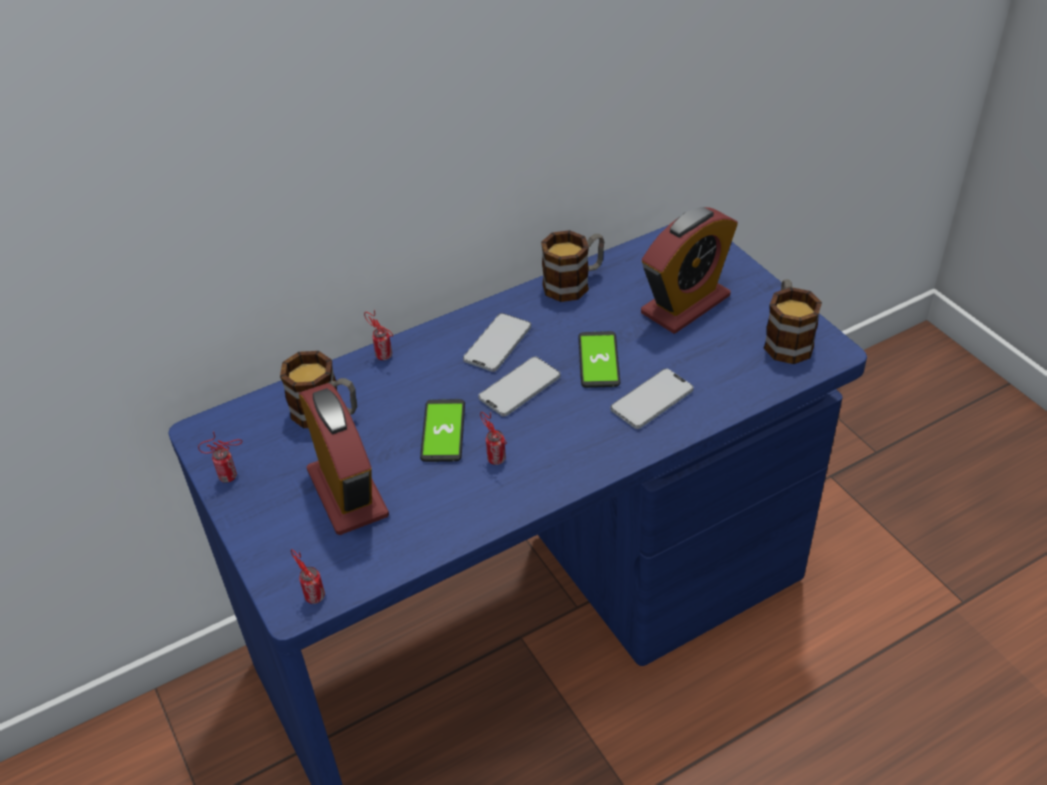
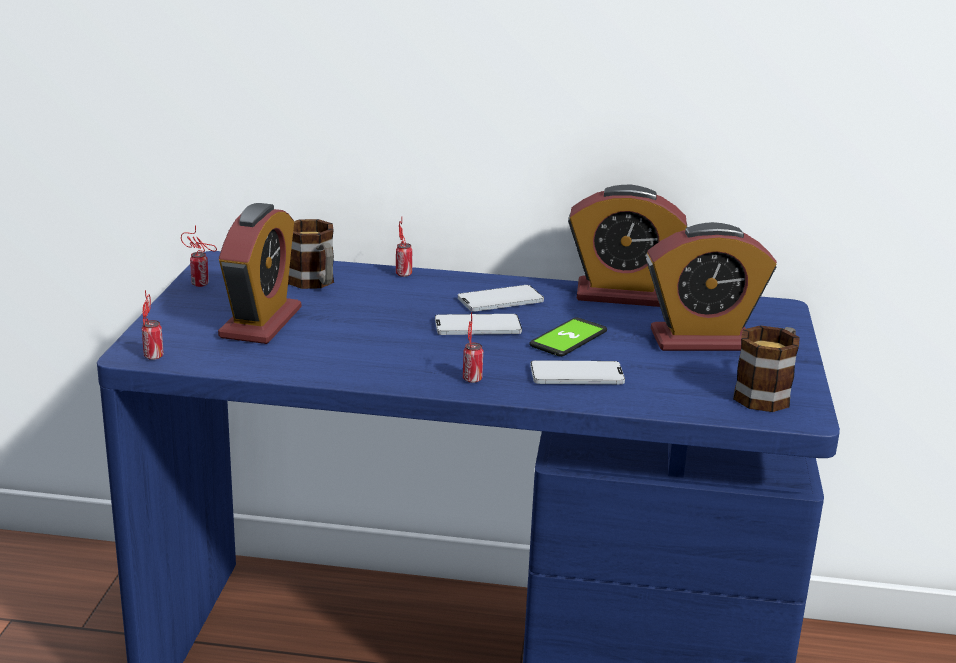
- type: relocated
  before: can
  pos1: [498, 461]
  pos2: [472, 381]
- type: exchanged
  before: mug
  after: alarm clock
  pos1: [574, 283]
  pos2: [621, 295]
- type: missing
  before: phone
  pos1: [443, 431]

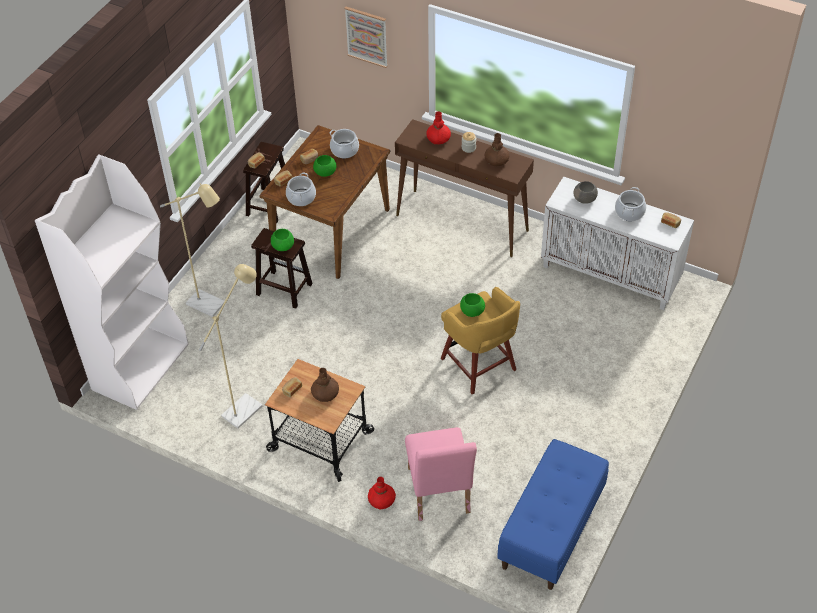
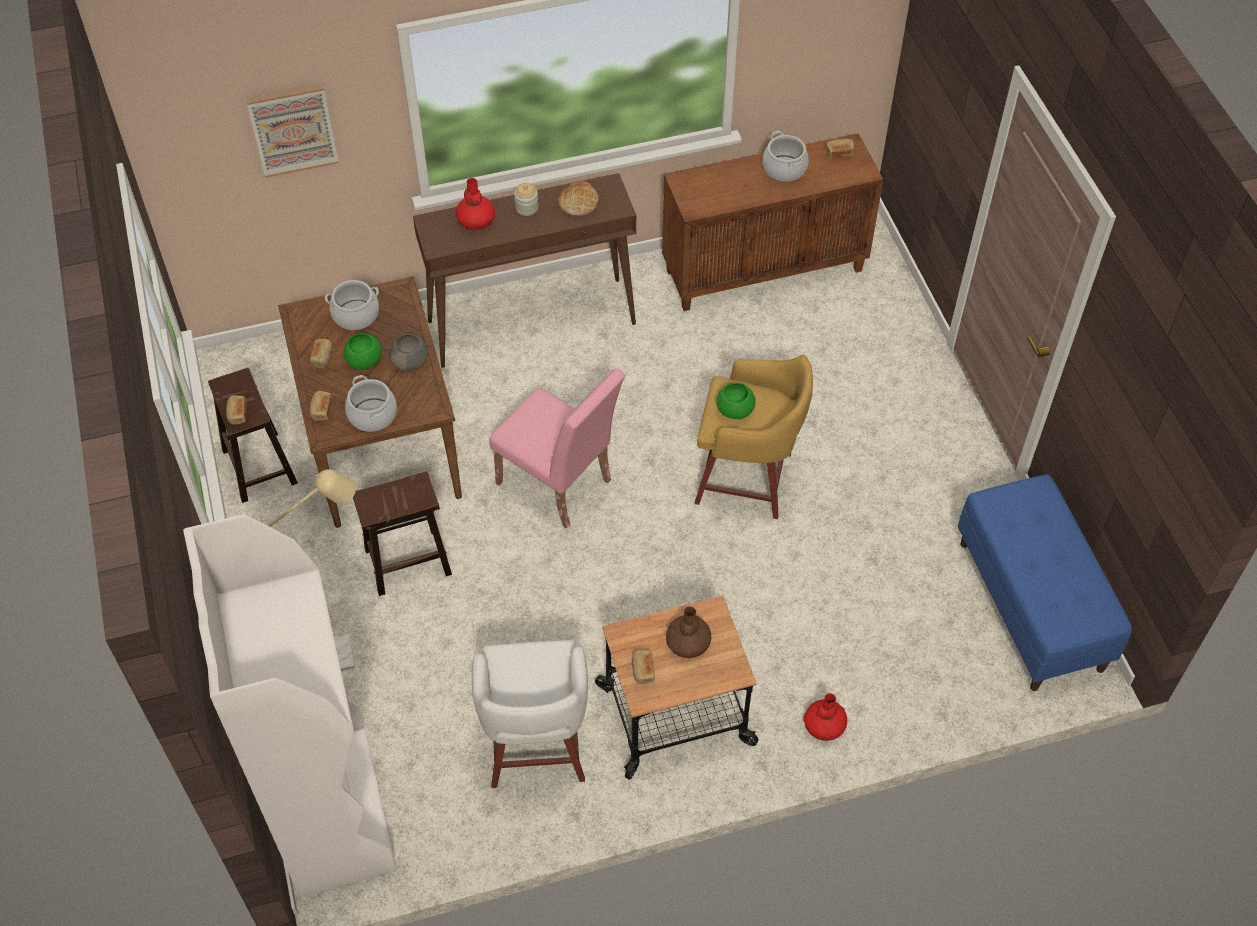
- type: relocated
  before: bowl (grey)
  pos1: [585, 199]
  pos2: [410, 361]
- type: exchanged
  before: floor lamp (beige)
  after: stool (white)
  pos1: [247, 406]
  pos2: [535, 746]
- type: relocated
  before: chair (pink)
  pos1: [439, 495]
  pos2: [560, 487]
- type: exchanged
  before: vase (brown)
  after: bread
  pos1: [496, 160]
  pos2: [578, 202]
- type: colour
  before: cabinet (white)
  after: cabinet (brown)
  pos1: [611, 275]
  pos2: [765, 269]
- type: missing
  before: bowl (green)
  pos1: [283, 246]

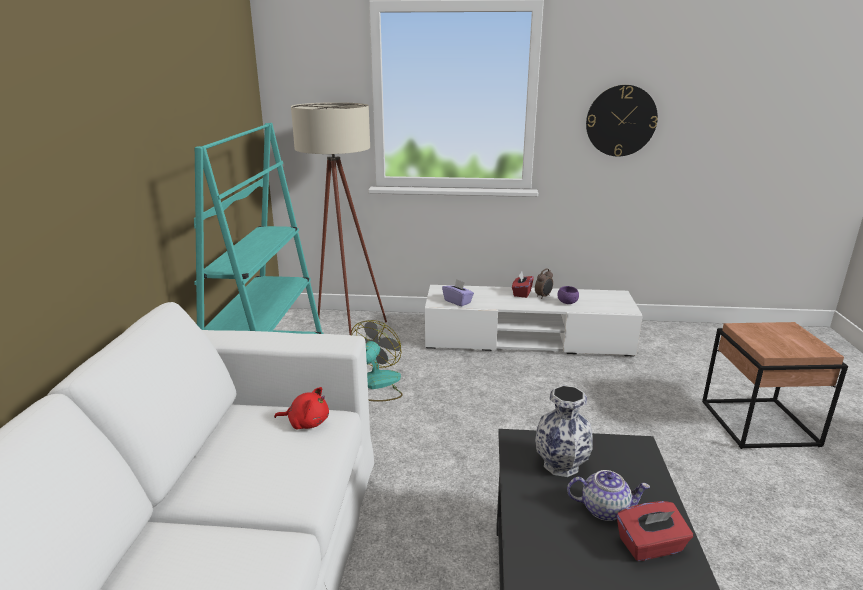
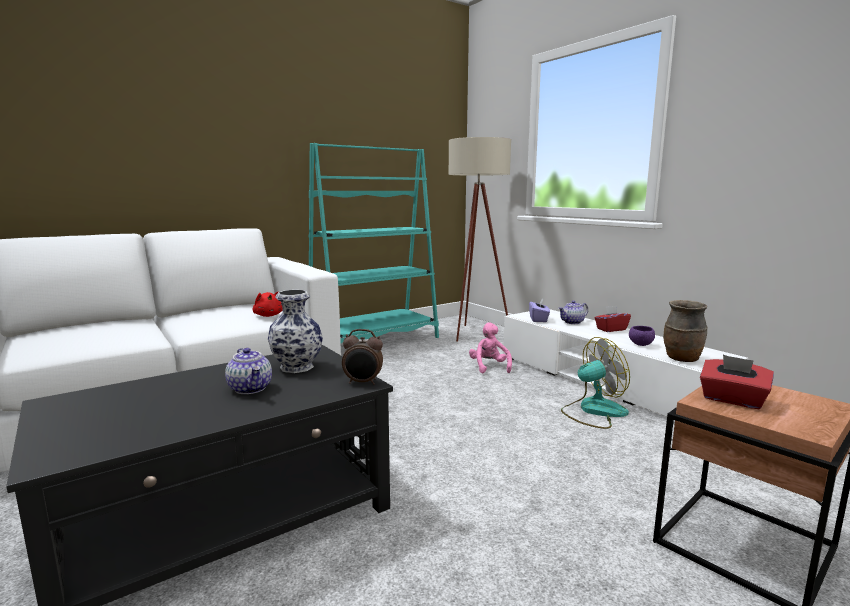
- type: relocated
  before: alarm clock
  pos1: [543, 296]
  pos2: [363, 382]
- type: appeared
  after: plush toy (pink)
  pos2: [489, 367]
- type: appeared
  after: teapot
  pos2: [572, 322]
- type: relocated
  before: fan
  pos1: [376, 385]
  pos2: [593, 411]
- type: appeared
  after: vase (brown)
  pos2: [682, 359]
- type: relocated
  before: tissue box (red)
  pos1: [650, 546]
  pos2: [732, 400]
- type: missing
  before: wall clock
  pos1: [621, 121]

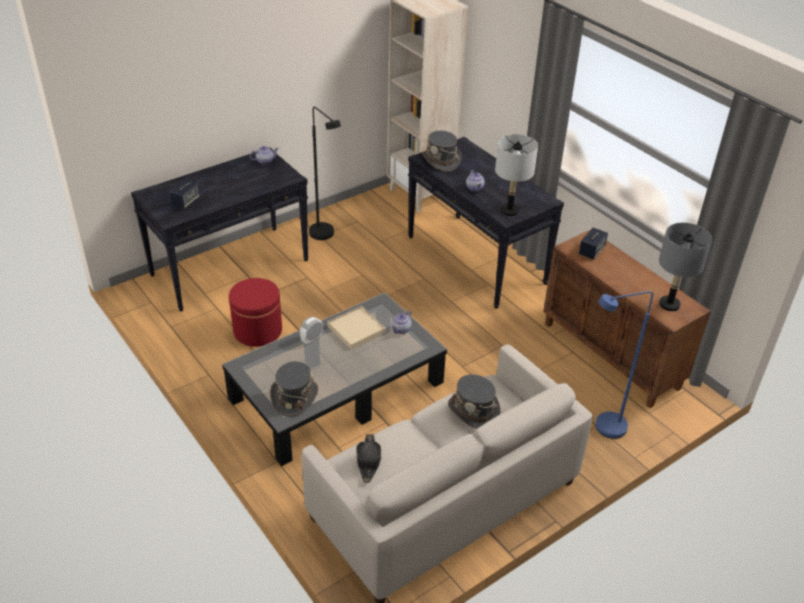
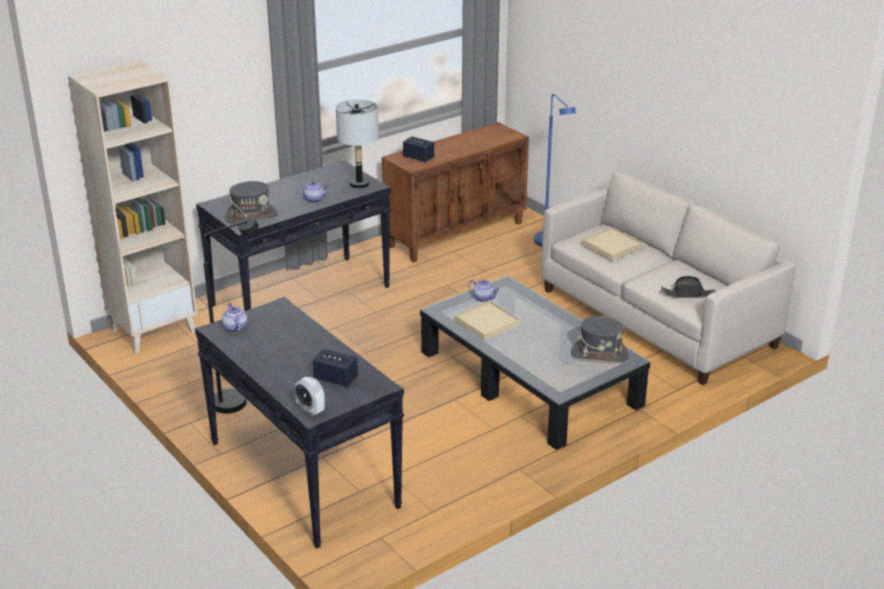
- type: relocated
  before: alarm clock
  pos1: [312, 339]
  pos2: [310, 410]
- type: exchanged
  before: hat (grey)
  after: tray (beige)
  pos1: [473, 411]
  pos2: [612, 246]
- type: missing
  before: ottoman (red)
  pos1: [257, 331]
- type: missing
  before: table lamp (grey)
  pos1: [669, 305]

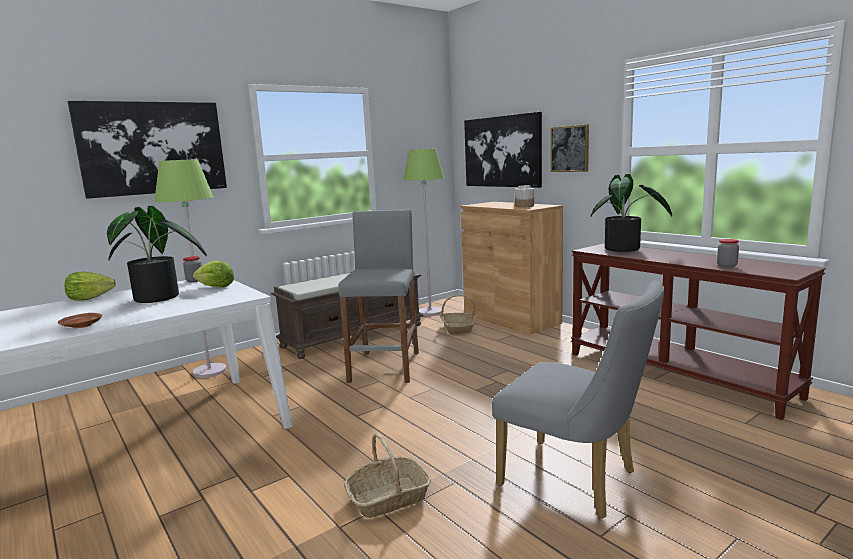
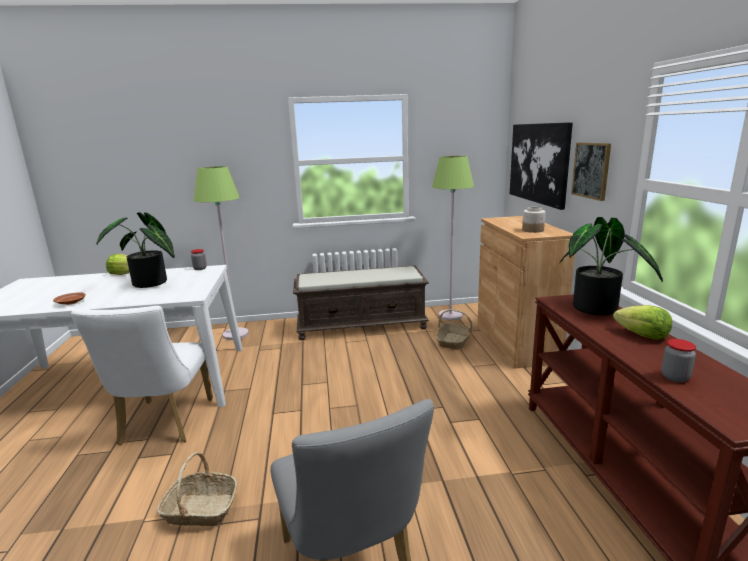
- type: appeared
  after: chair (white)
  pos2: [163, 425]
- type: relocated
  before: lettuce
  pos1: [215, 287]
  pos2: [642, 335]
- type: missing
  before: picture
  pos1: [153, 148]
- type: missing
  before: stool (grey)
  pos1: [385, 366]

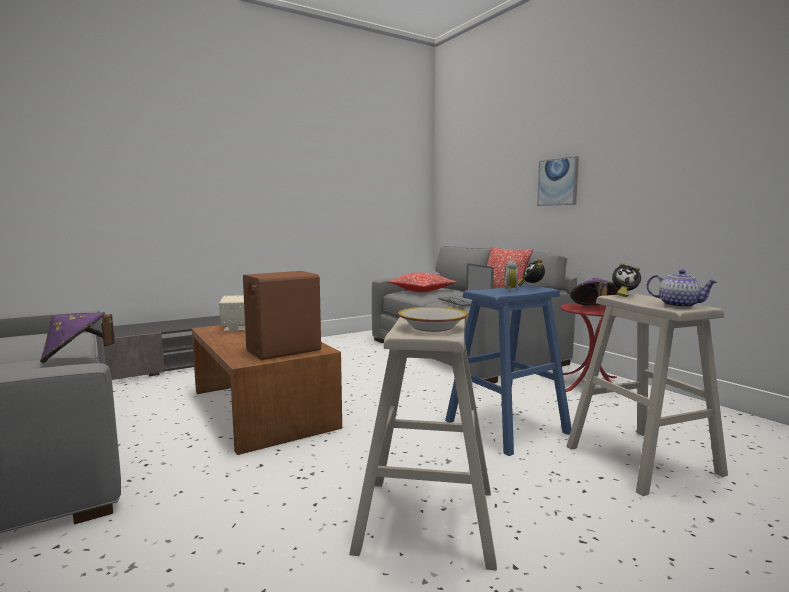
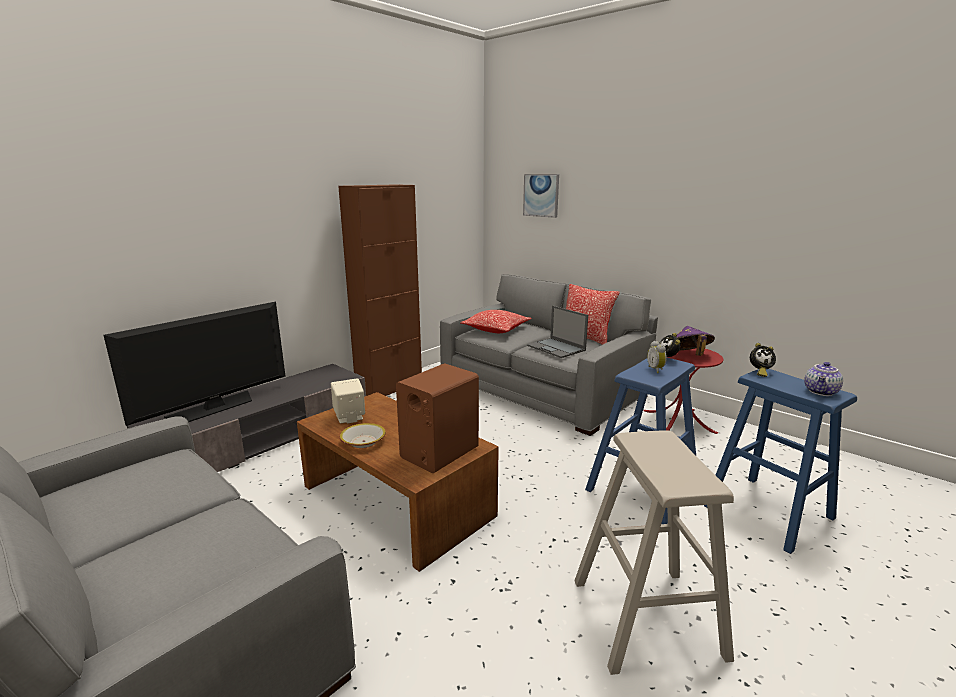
- type: appeared
  after: television
  pos2: [214, 407]
- type: appeared
  after: cabinet (brown)
  pos2: [389, 388]
- type: relocated
  before: bowl
  pos1: [432, 327]
  pos2: [363, 442]
- type: relocated
  before: picture
  pos1: [558, 182]
  pos2: [541, 195]
- type: colour
  before: stool (beige)
  after: stool (blue)
  pos1: [642, 460]
  pos2: [769, 512]
- type: spun
  before: teapot
  pos1: [679, 305]
  pos2: [821, 392]
  turn: 105
- type: missing
  before: hat (purple)
  pos1: [77, 358]

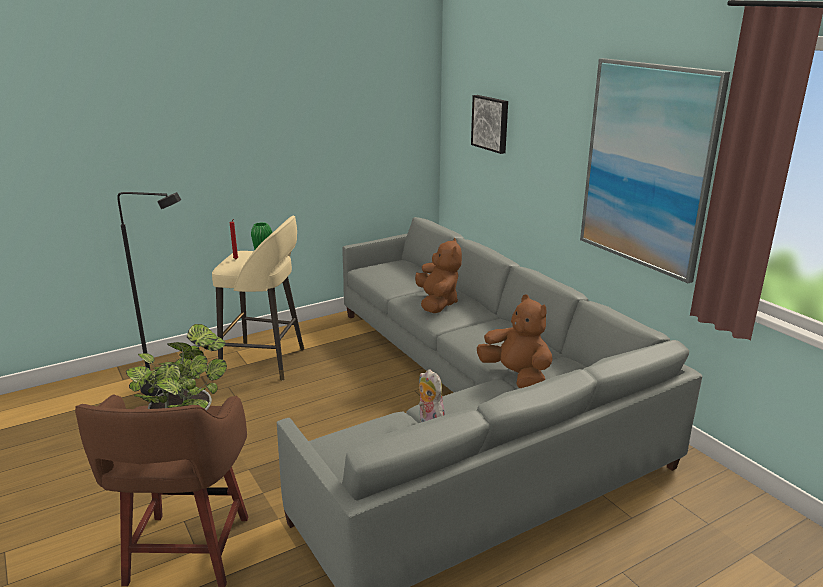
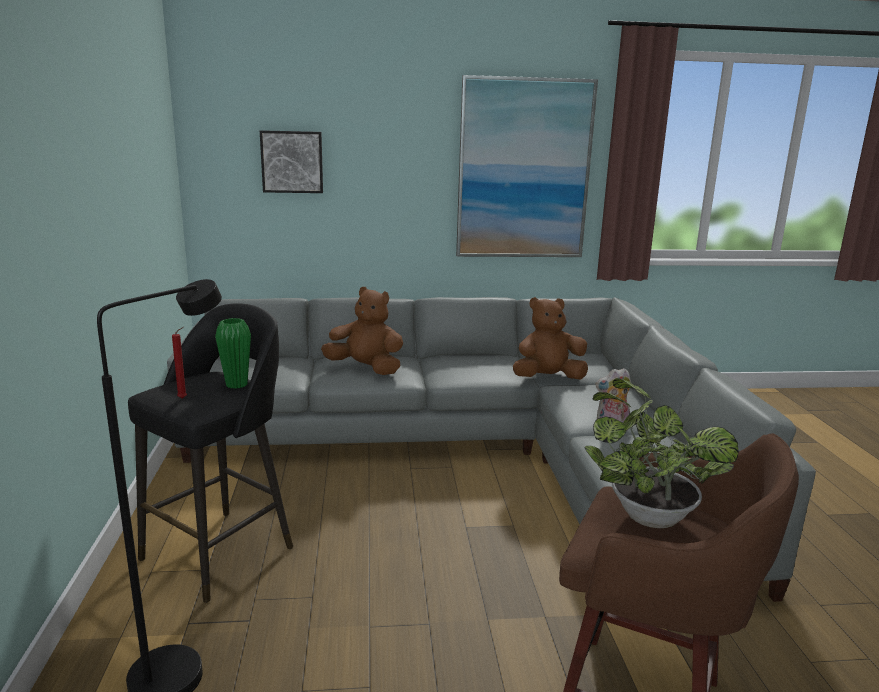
- type: colour
  before: stool (beige)
  after: stool (black)
  pos1: [265, 361]
  pos2: [221, 551]

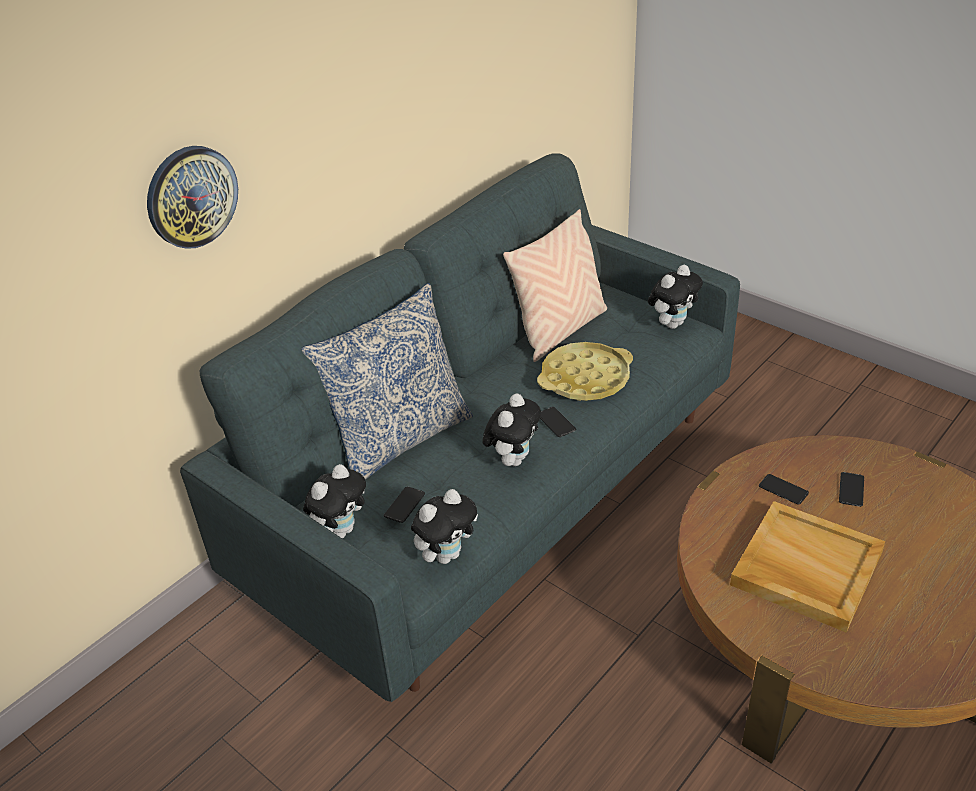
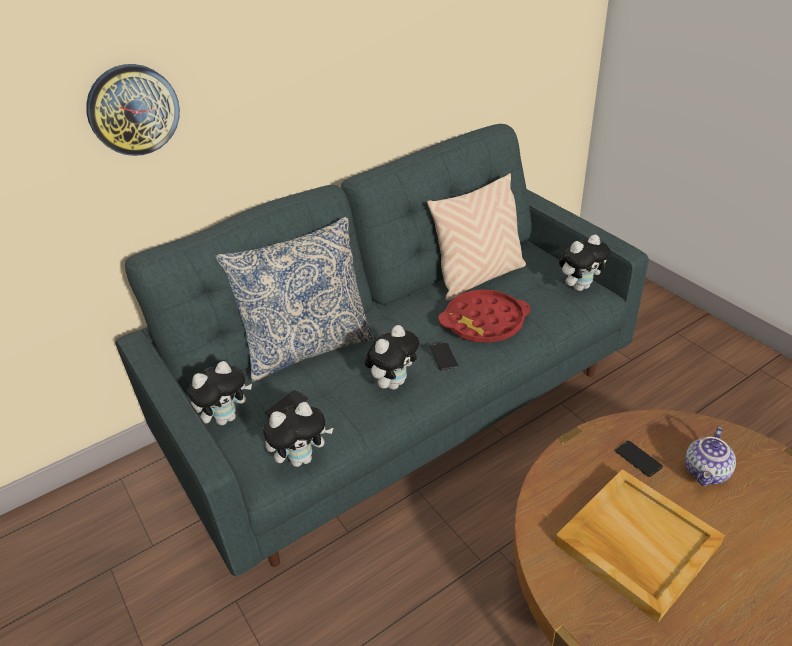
- type: colour
  before: tray (yellow)
  after: tray (red)
  pos1: [585, 378]
  pos2: [484, 322]
- type: exchanged
  before: phone
  after: teapot
  pos1: [851, 490]
  pos2: [707, 473]

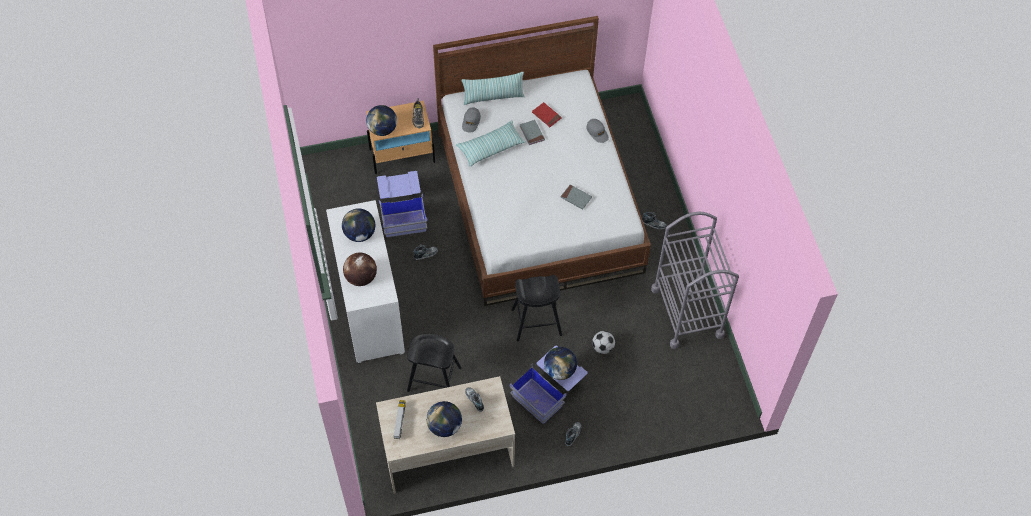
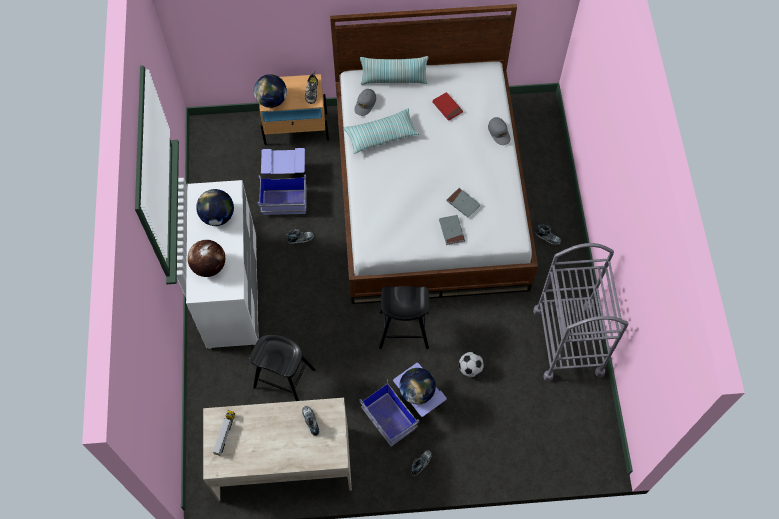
- type: relocated
  before: book (grey)
  pos1: [532, 133]
  pos2: [451, 230]
- type: missing
  before: globe
  pos1: [444, 426]

